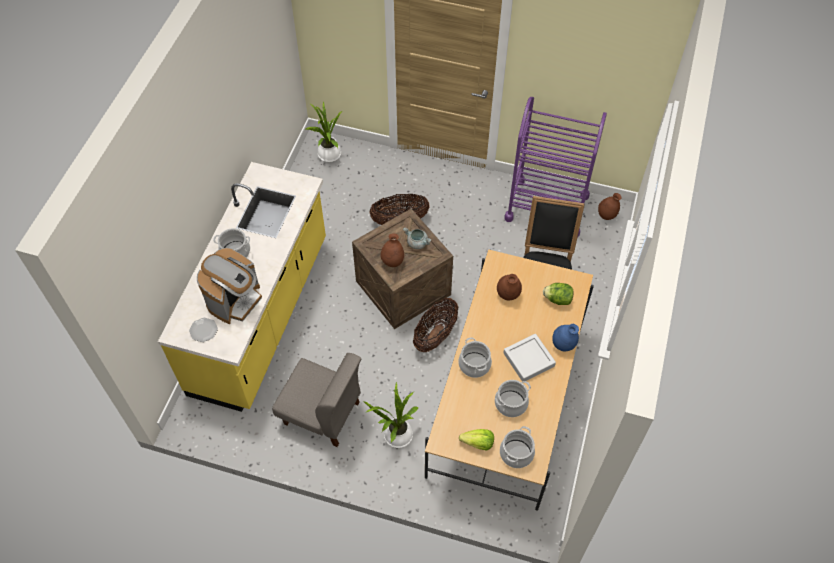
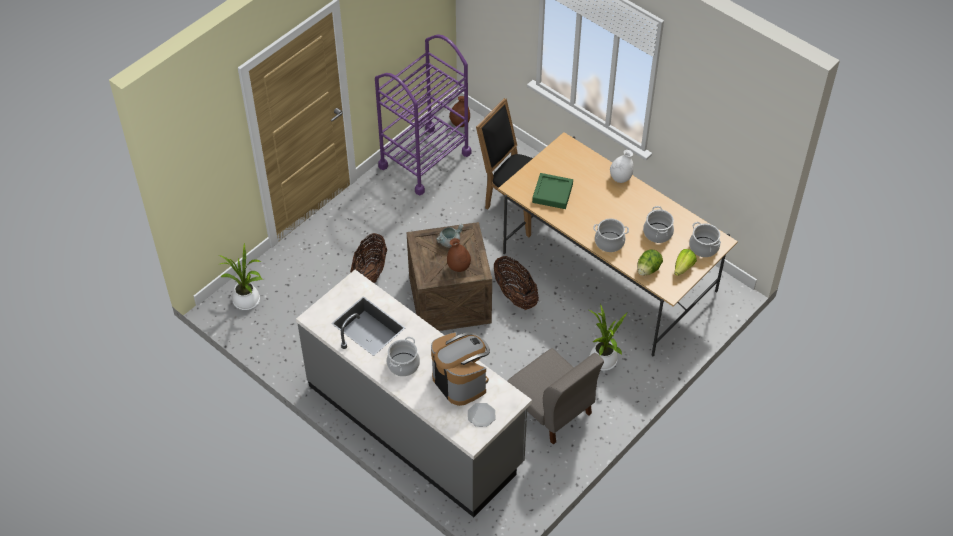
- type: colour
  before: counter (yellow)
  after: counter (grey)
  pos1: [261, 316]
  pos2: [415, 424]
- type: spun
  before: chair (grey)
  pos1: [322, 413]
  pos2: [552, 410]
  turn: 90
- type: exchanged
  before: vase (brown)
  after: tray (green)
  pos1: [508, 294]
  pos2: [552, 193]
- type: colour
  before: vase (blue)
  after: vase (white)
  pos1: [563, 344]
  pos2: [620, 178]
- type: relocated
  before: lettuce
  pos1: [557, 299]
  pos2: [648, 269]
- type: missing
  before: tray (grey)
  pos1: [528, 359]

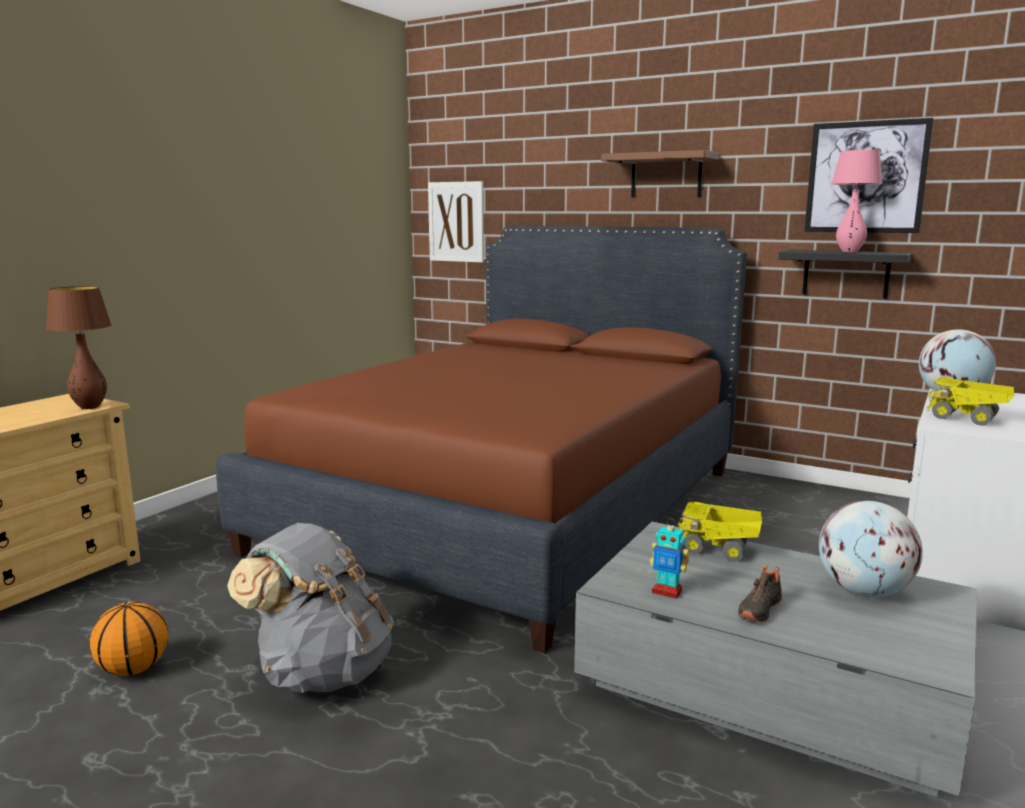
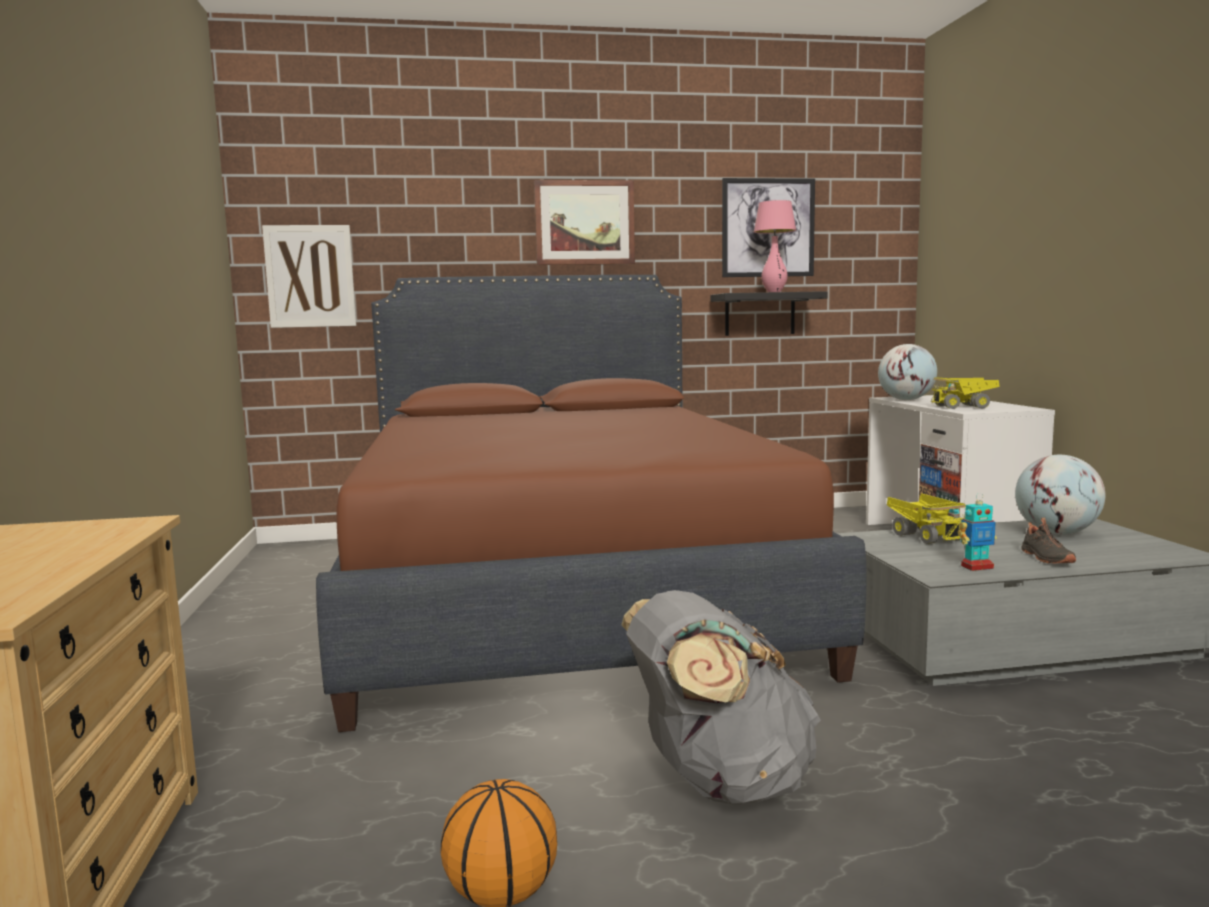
- type: exchanged
  before: shelf (brown)
  after: picture
  pos1: [666, 175]
  pos2: [584, 223]
- type: spun
  before: toy truck
  pos1: [720, 550]
  pos2: [926, 536]
  turn: -90
- type: missing
  before: table lamp (brown)
  pos1: [90, 407]

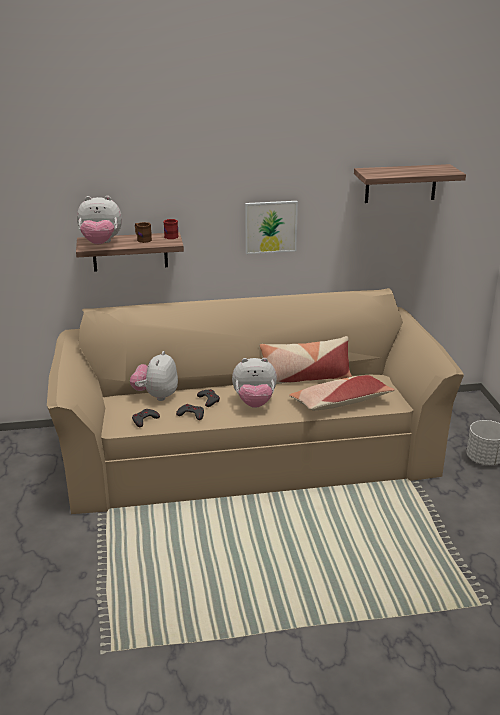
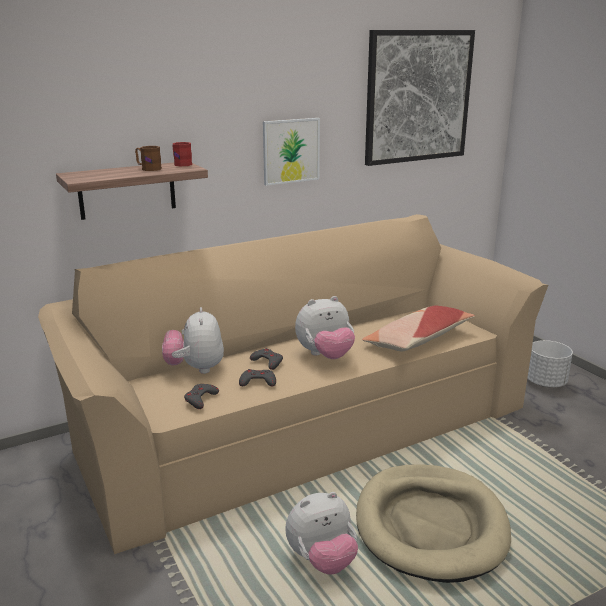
- type: relocated
  before: plush toy
  pos1: [100, 244]
  pos2: [322, 560]
- type: appeared
  after: dog bed (beige)
  pos2: [430, 525]
- type: exchanged
  before: shelf
  after: picture
  pos1: [400, 183]
  pos2: [418, 97]
- type: missing
  before: pillow
  pos1: [305, 378]

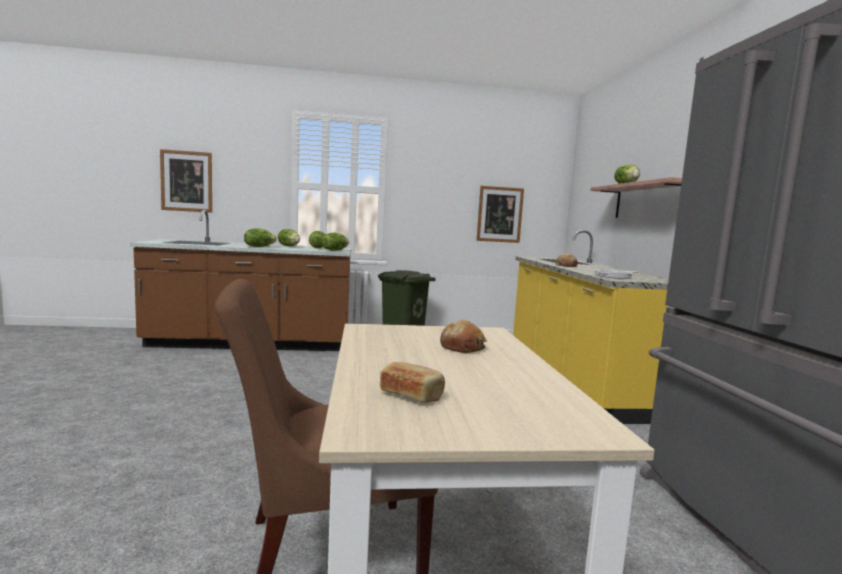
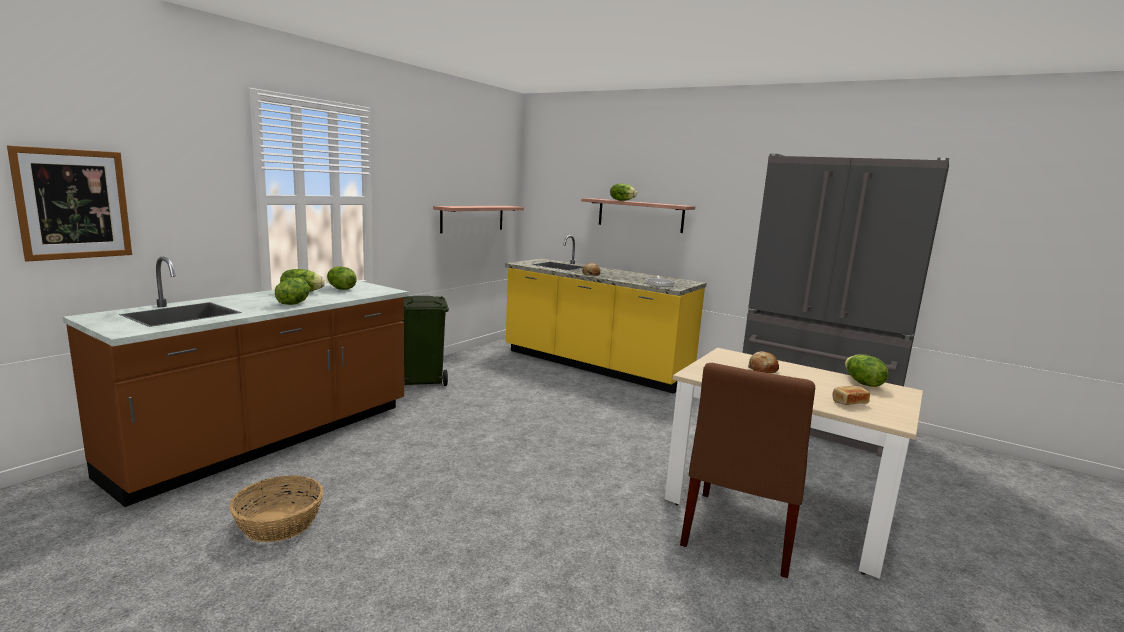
- type: appeared
  after: basket
  pos2: [279, 523]
- type: exchanged
  before: picture
  after: shelf
  pos1: [499, 214]
  pos2: [472, 218]
- type: relocated
  before: lettuce
  pos1: [334, 250]
  pos2: [862, 383]

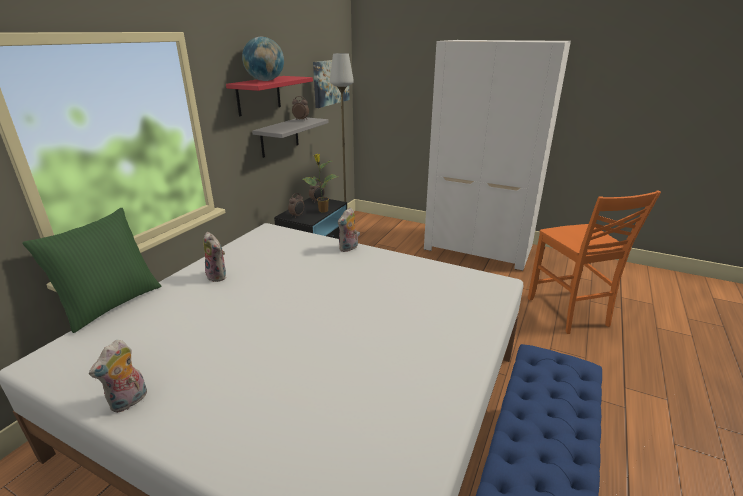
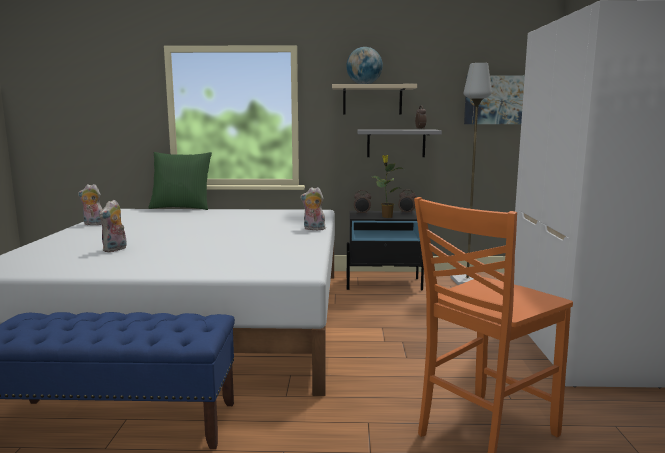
- type: relocated
  before: plush toy
  pos1: [218, 276]
  pos2: [115, 249]
- type: colour
  before: shelf (red)
  after: shelf (beige)
  pos1: [258, 95]
  pos2: [372, 100]

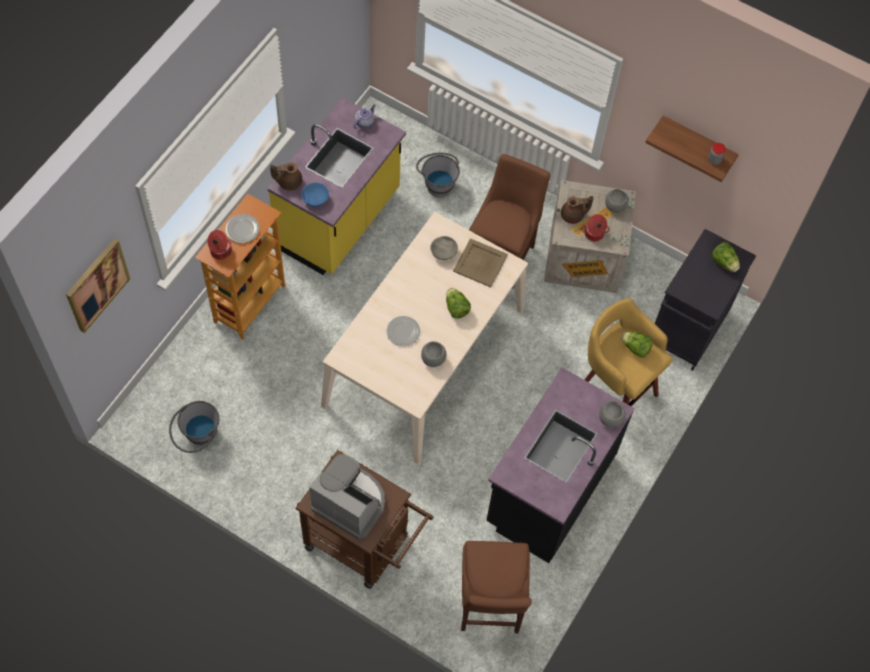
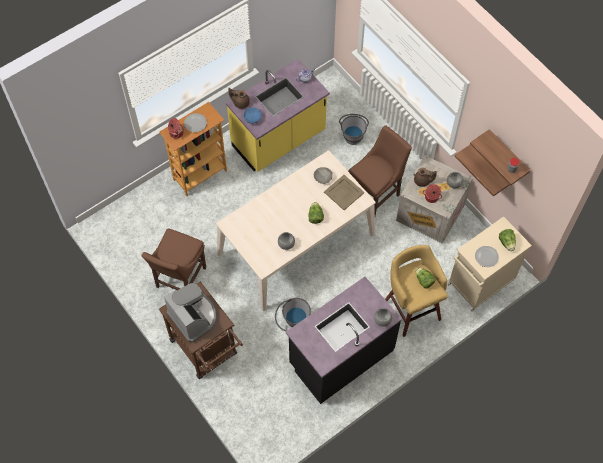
- type: relocated
  before: chair (brown)
  pos1: [489, 606]
  pos2: [179, 279]
- type: relocated
  before: bucket (grey)
  pos1: [197, 438]
  pos2: [292, 322]
- type: colour
  before: cabinet (black)
  after: cabinet (beige)
  pos1: [687, 329]
  pos2: [480, 283]
- type: appeared
  after: shelf
  pos2: [490, 167]
- type: relocated
  before: plate
  pos1: [402, 331]
  pos2: [486, 257]
- type: missing
  before: picture
  pos1: [96, 284]

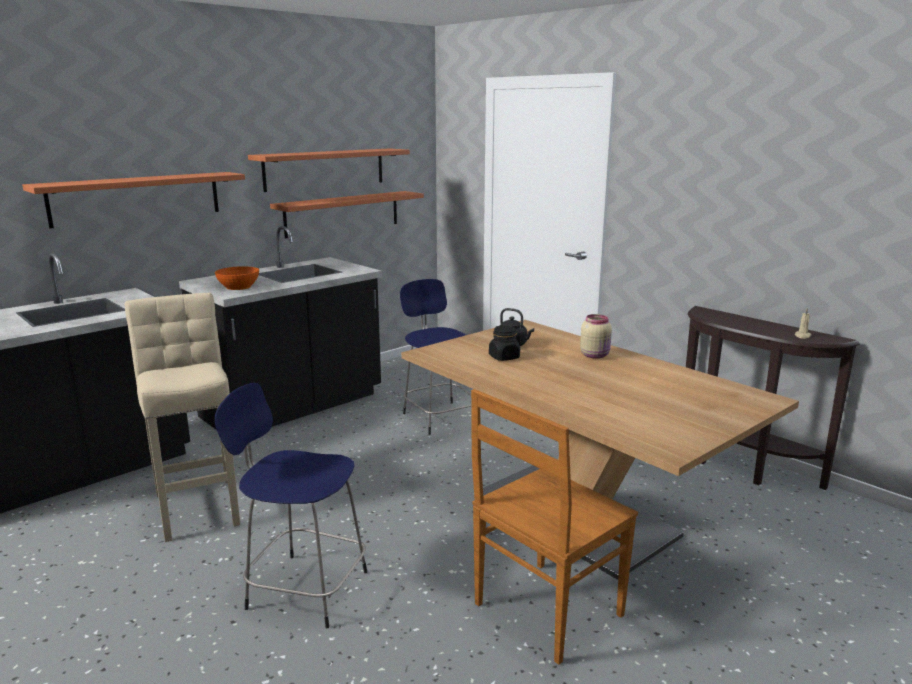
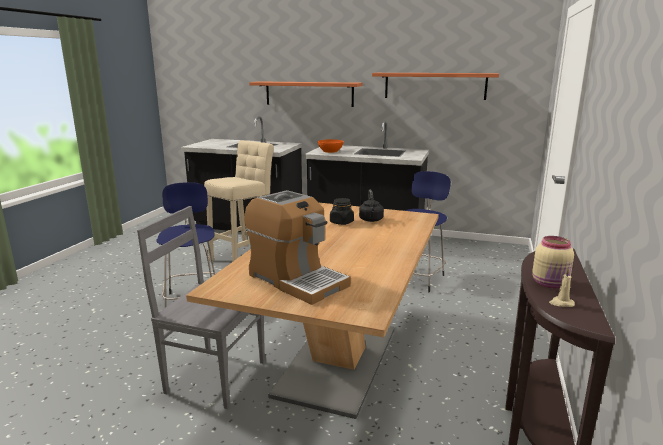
- type: colour
  before: chair (brown)
  after: chair (grey)
  pos1: [545, 611]
  pos2: [214, 376]
- type: appeared
  after: coffee machine
  pos2: [296, 280]
- type: relocated
  before: jar (beige)
  pos1: [595, 355]
  pos2: [550, 284]
- type: missing
  before: shelf
  pos1: [343, 213]

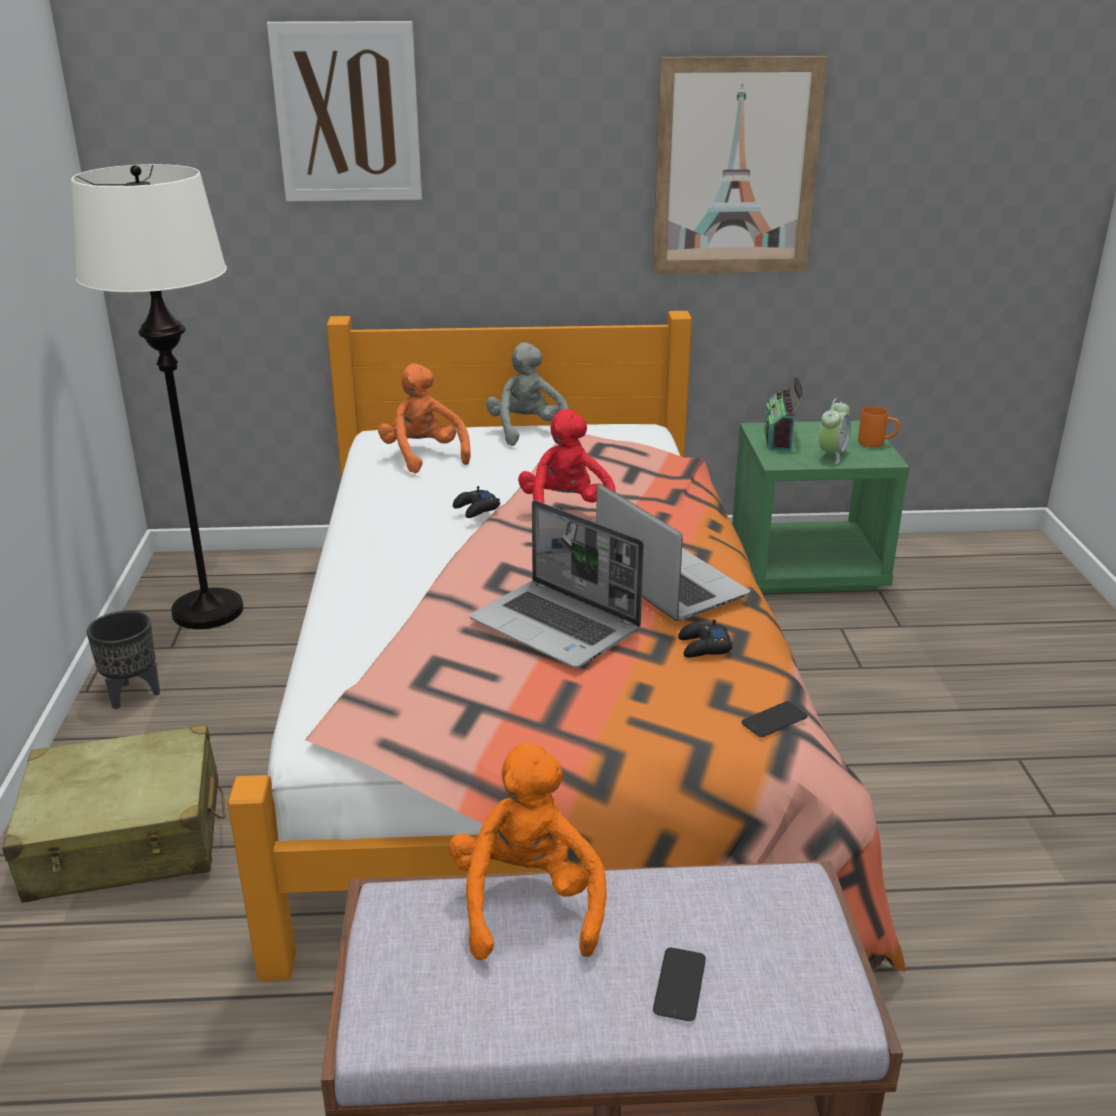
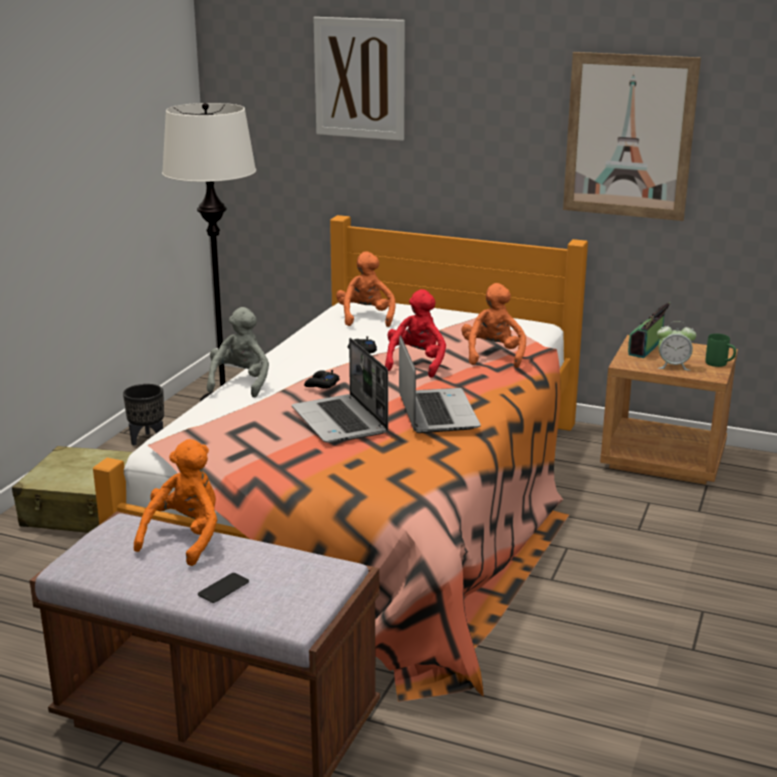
- type: relocated
  before: plush toy (grey)
  pos1: [527, 431]
  pos2: [240, 383]
- type: relocated
  before: game controller (black)
  pos1: [703, 647]
  pos2: [321, 384]
- type: appeared
  after: plush toy (orange)
  pos2: [493, 355]
- type: colour
  before: nightstand (green)
  after: nightstand (brown)
  pos1: [807, 566]
  pos2: [664, 458]
- type: spun
  before: alarm clock
  pos1: [832, 455]
  pos2: [673, 366]
  turn: 45
- type: colour
  before: mug (orange)
  after: mug (green)
  pos1: [877, 443]
  pos2: [720, 364]
- type: missing
  before: phone
  pos1: [774, 720]

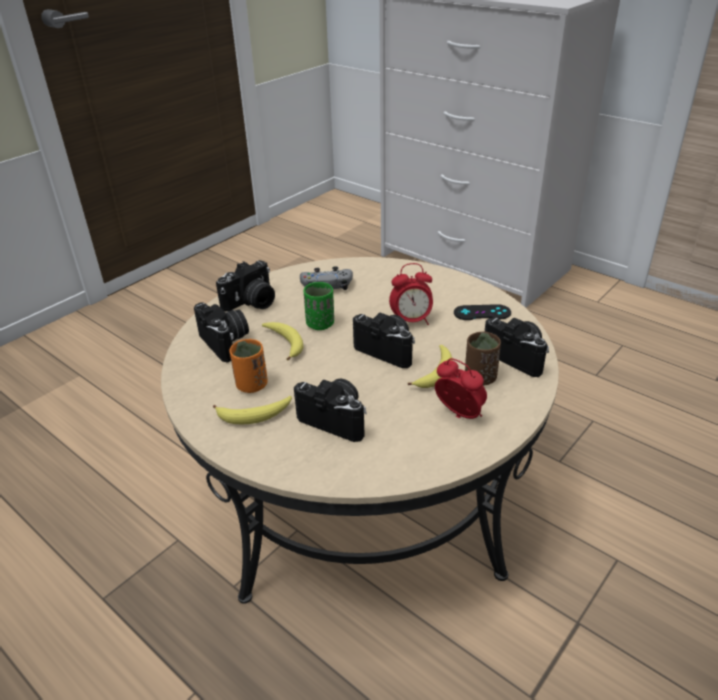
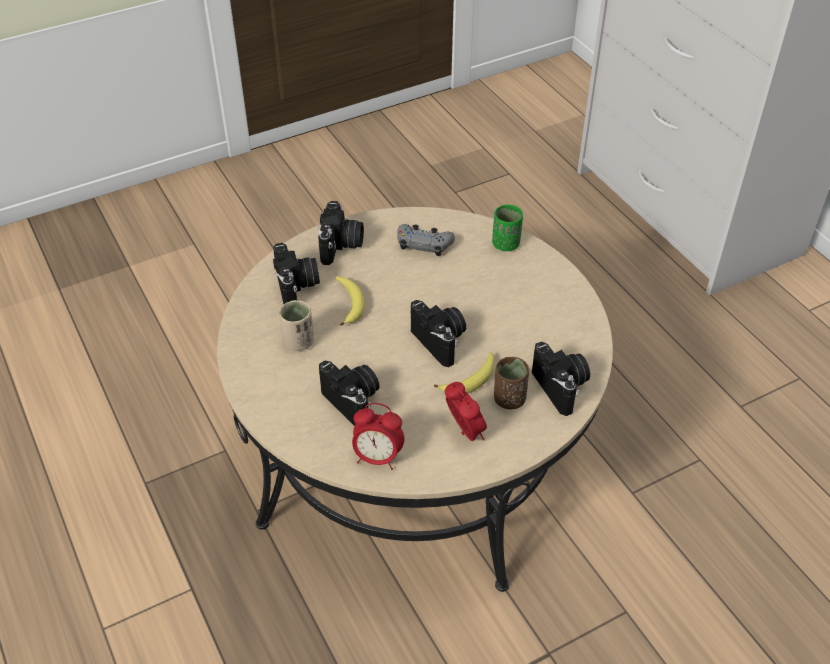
- type: colour
  before: cup (orange)
  after: cup (beige)
  pos1: [251, 385]
  pos2: [298, 342]
- type: spun
  before: photo camera
  pos1: [252, 303]
  pos2: [341, 246]
  turn: -60
- type: relocated
  before: alarm clock
  pos1: [411, 321]
  pos2: [377, 457]
- type: relocated
  before: cup (green)
  pos1: [320, 324]
  pos2: [506, 244]
- type: missing
  before: banana
  pos1: [254, 415]
- type: missing
  before: game controller (black)
  pos1: [482, 313]

